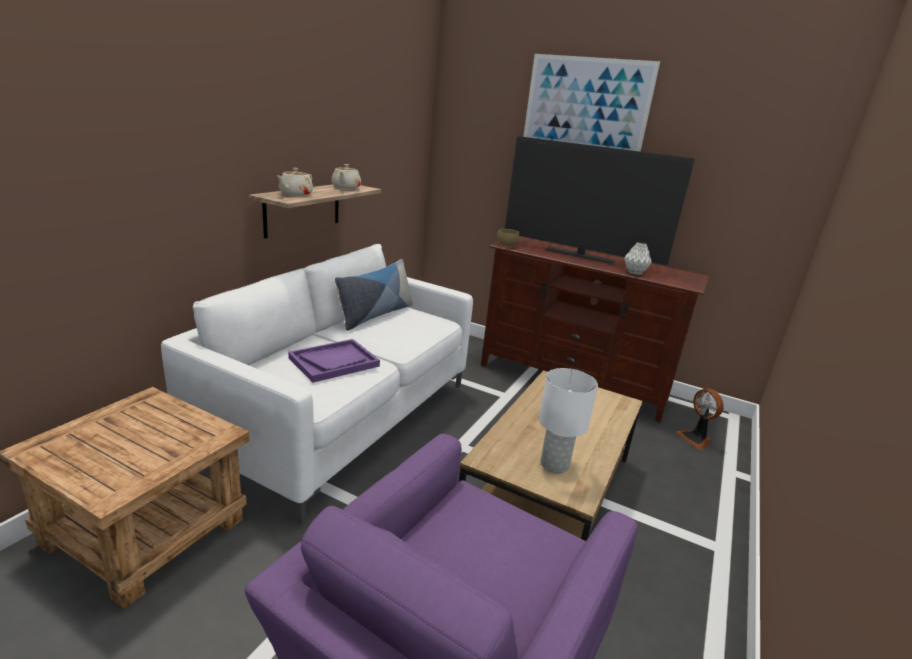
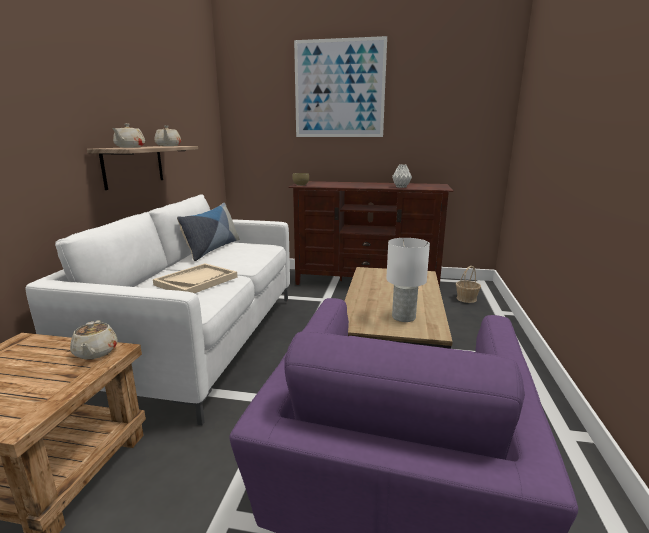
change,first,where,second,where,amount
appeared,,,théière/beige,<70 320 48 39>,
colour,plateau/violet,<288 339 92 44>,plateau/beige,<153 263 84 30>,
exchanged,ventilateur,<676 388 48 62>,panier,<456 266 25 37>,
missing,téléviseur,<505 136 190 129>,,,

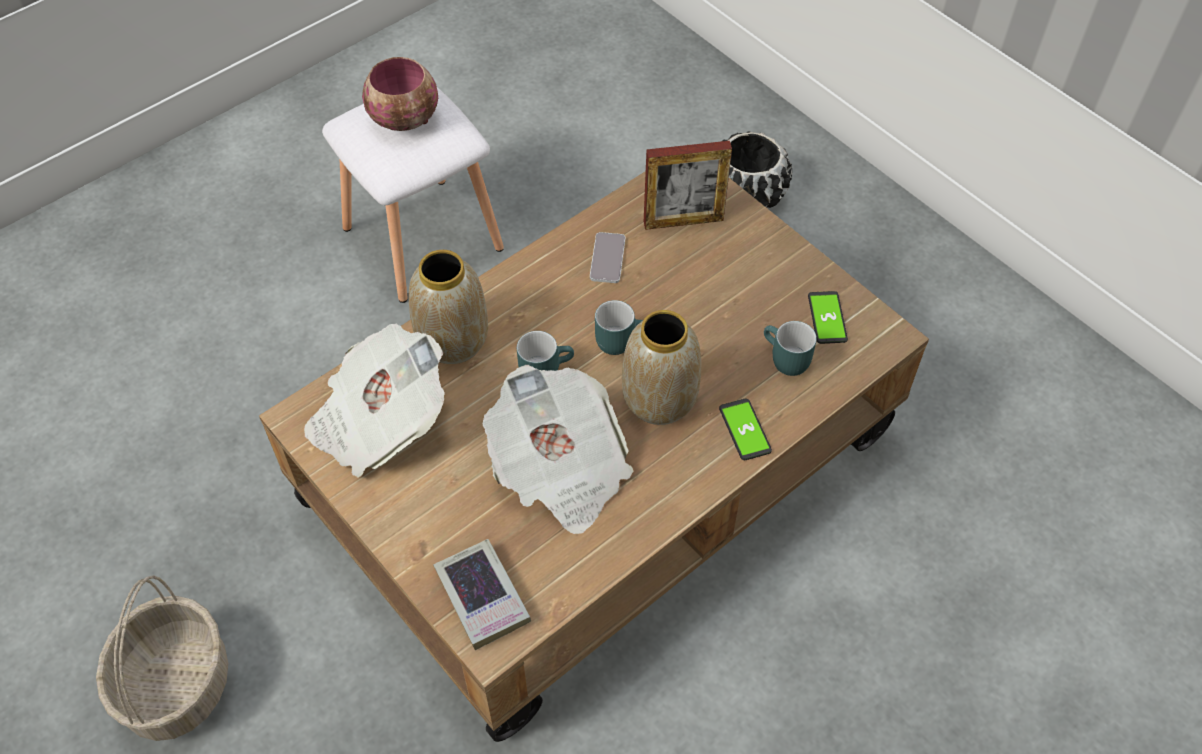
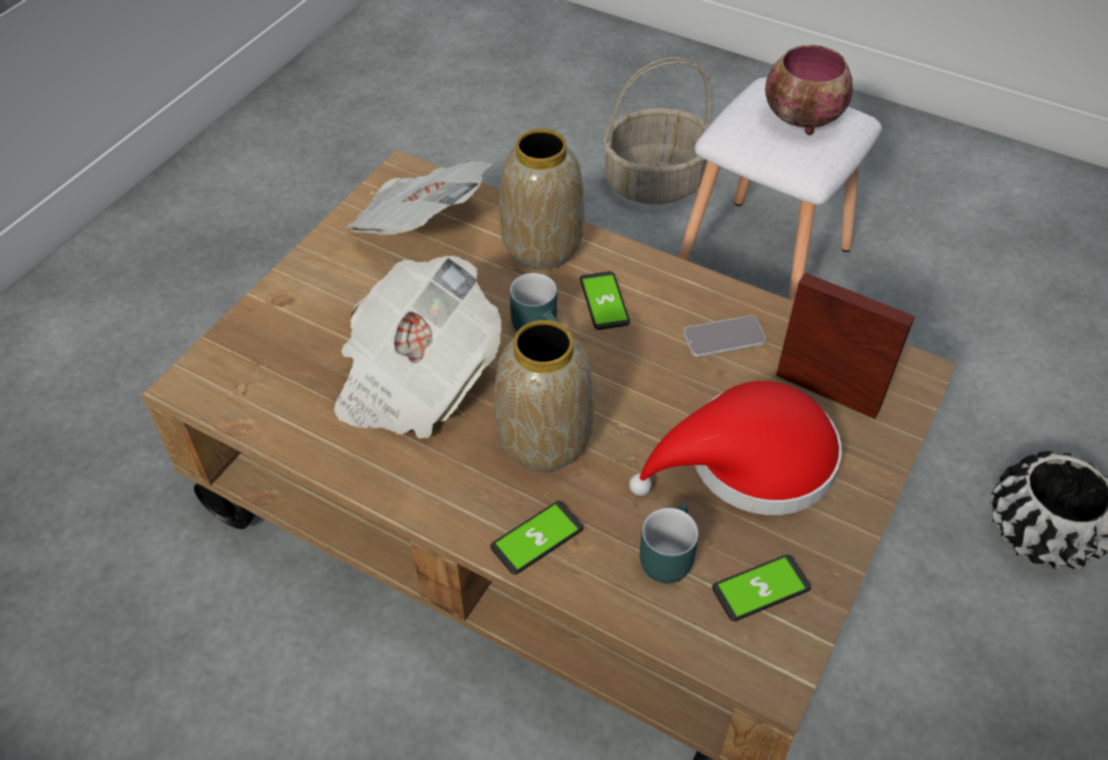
change,first,where,second,where,amount
appeared,,,téléphone,<580 271 50 59>,
relocated,panier,<96 575 132 166>,,<603 57 110 147>,
appeared,,,chapeau/rouge,<629 381 213 134>,
spun,cadre photo,<644 141 88 89>,,<776 273 139 146>,150 degrees clockwise
missing,livre,<433 539 98 111>,,,
missing,mug/turquoise,<595 300 48 55>,,,

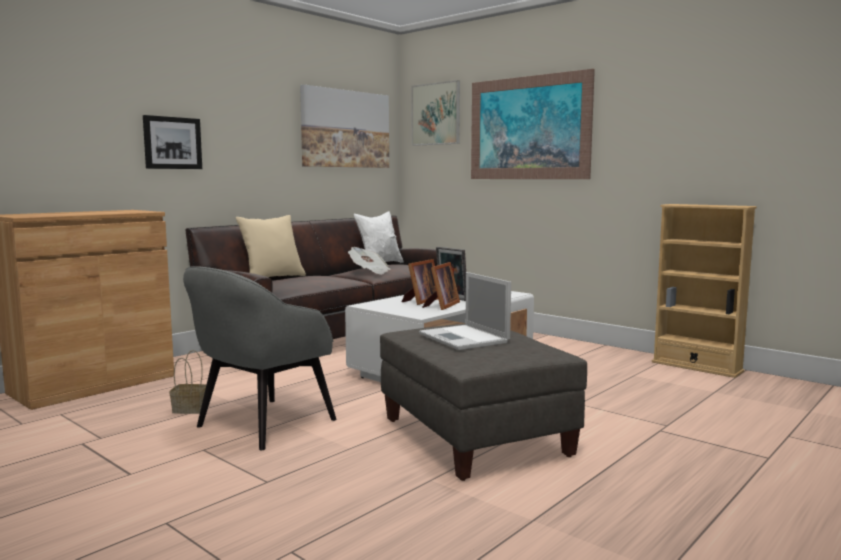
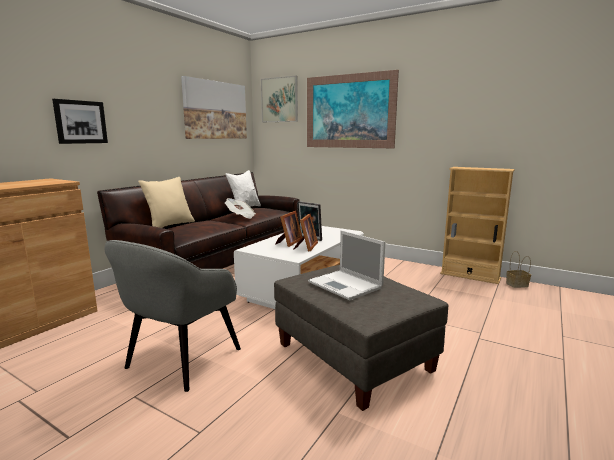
change,first,where,second,where,amount
relocated,panier,<170 350 37 64>,,<506 251 25 37>,

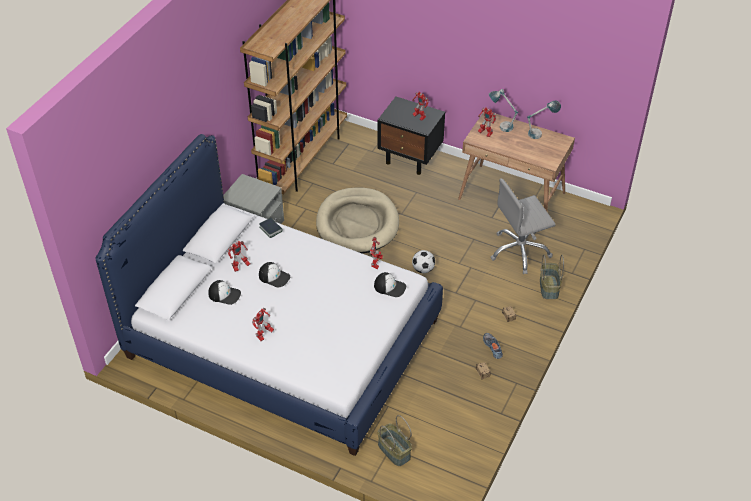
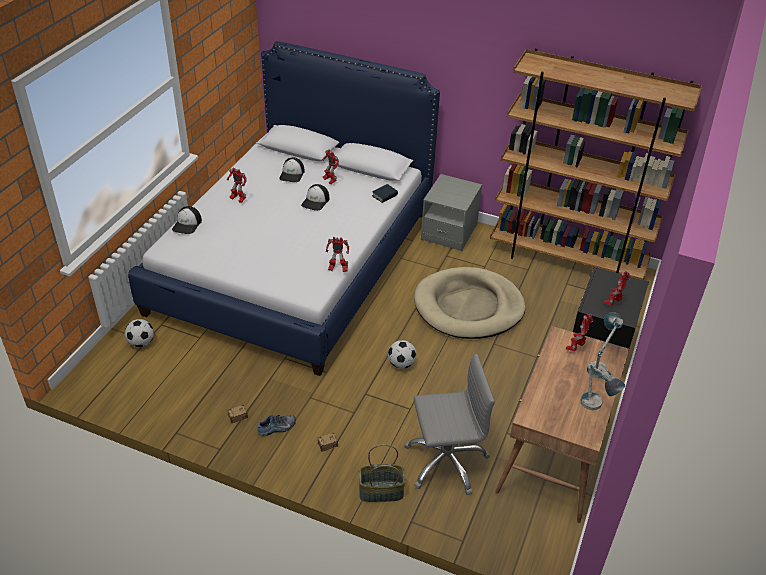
change,first,where,second,where,amount
exchanged,panier,<377 415 35 51>,ballon de foot,<125 319 29 28>,
relocated,casquette,<374 272 32 25>,,<172 206 30 28>,
spun,chaise de bureau/gris,<490 178 66 96>,,<404 354 91 141>,105 degrees clockwise

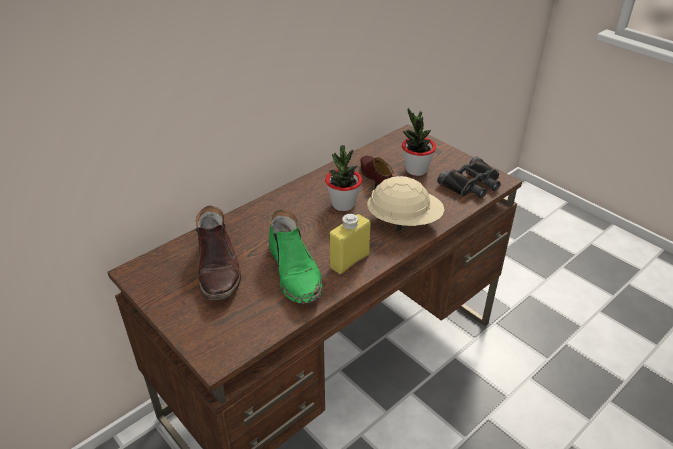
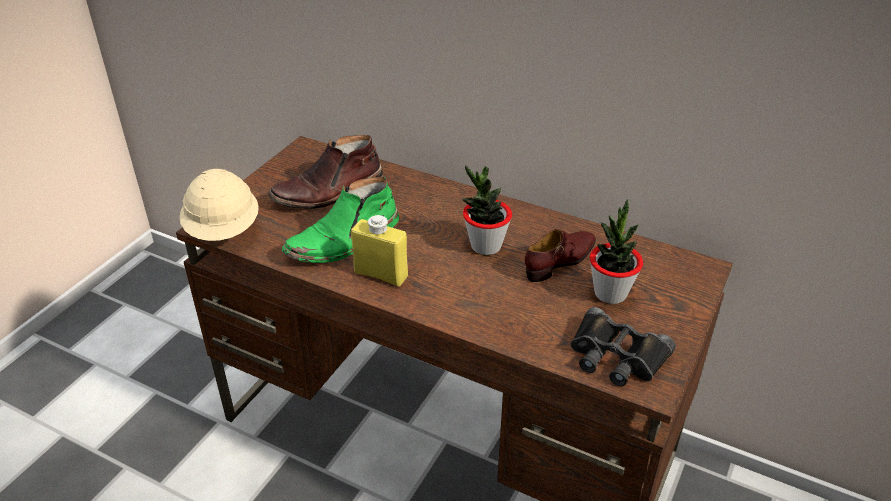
change,first,where,second,where,amount
relocated,casque de chantier/beige,<367 176 78 55>,,<179 169 80 72>,

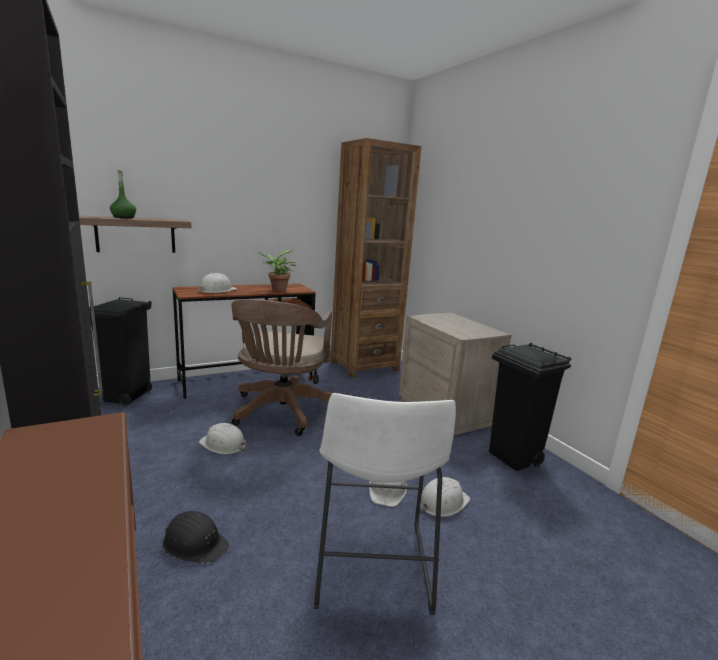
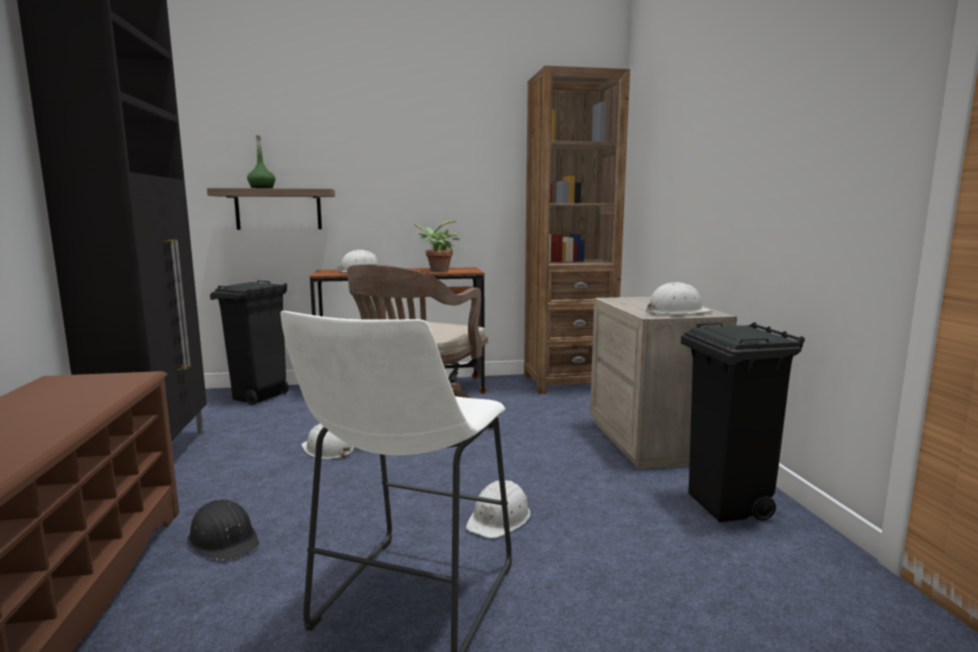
change,first,where,second,where,amount
relocated,casque de chantier/blanc,<420 477 50 40>,,<646 282 66 32>,

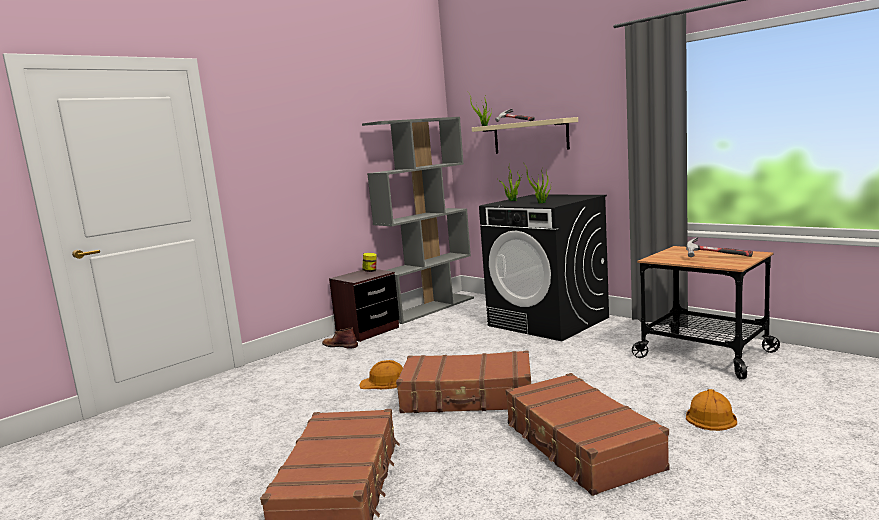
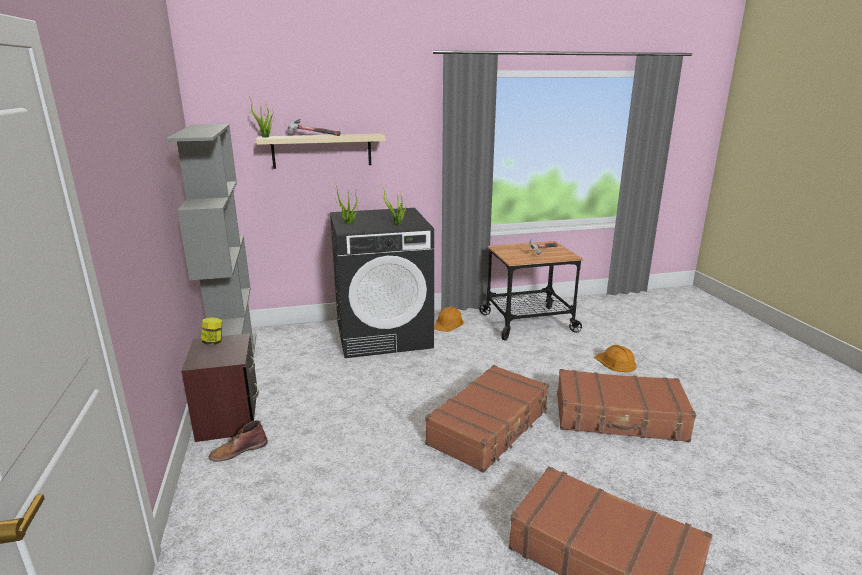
change,first,where,second,where,amount
relocated,casque de chantier/orange,<359 360 44 29>,,<434 306 30 26>,

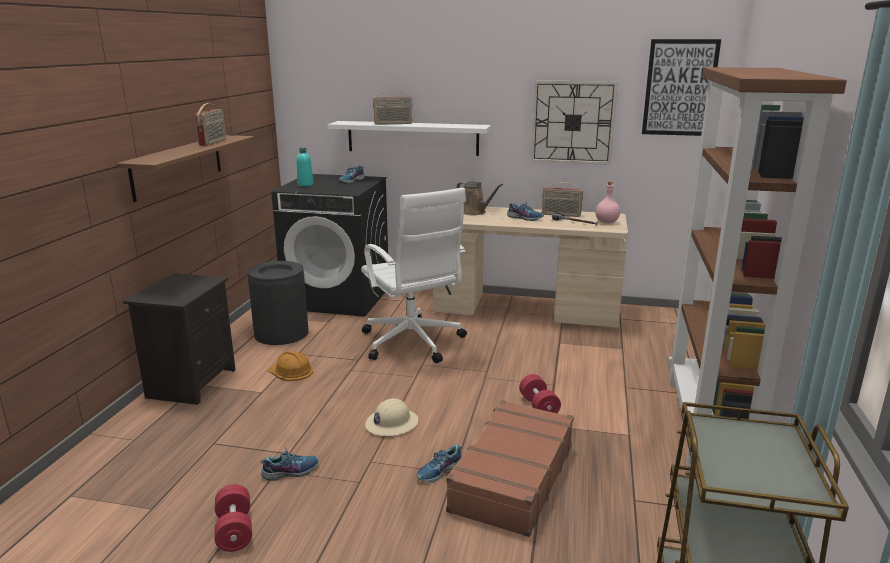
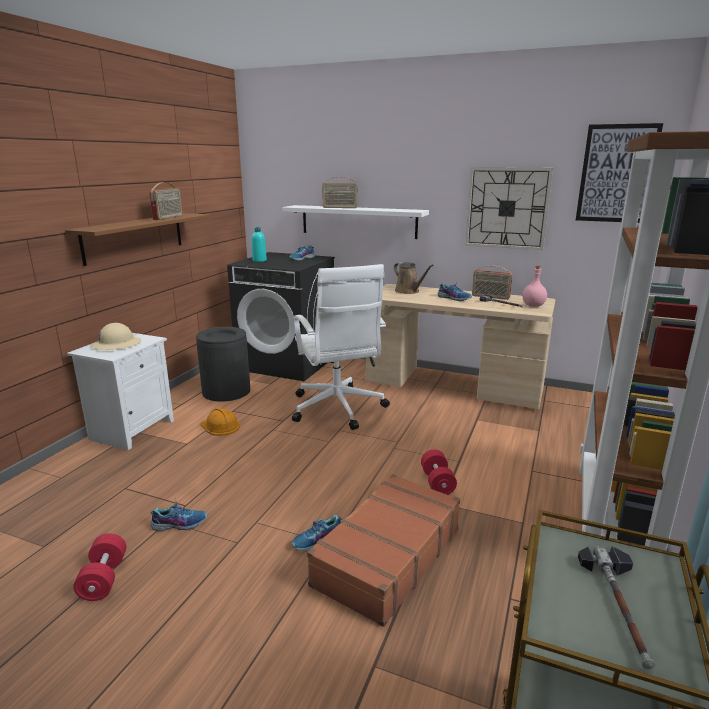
change,first,where,second,where,amount
colour,table de chevet/noir,<123 273 113 132>,table de chevet/blanc,<67 333 107 117>,
relocated,casque de chantier/beige,<365 398 53 38>,,<91 323 50 27>,
appeared,,,marteau,<578 546 77 123>,

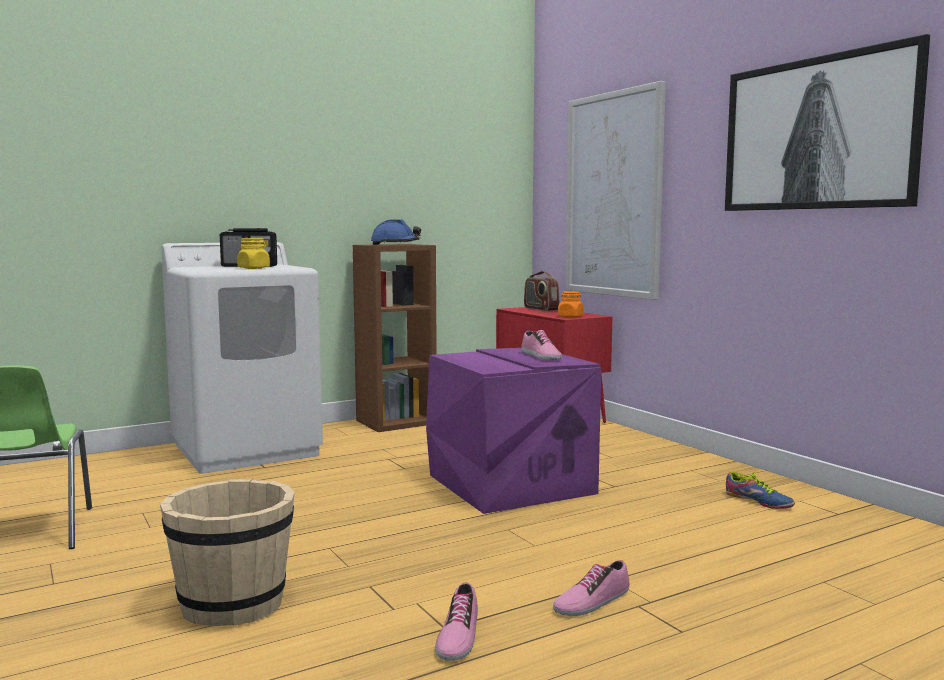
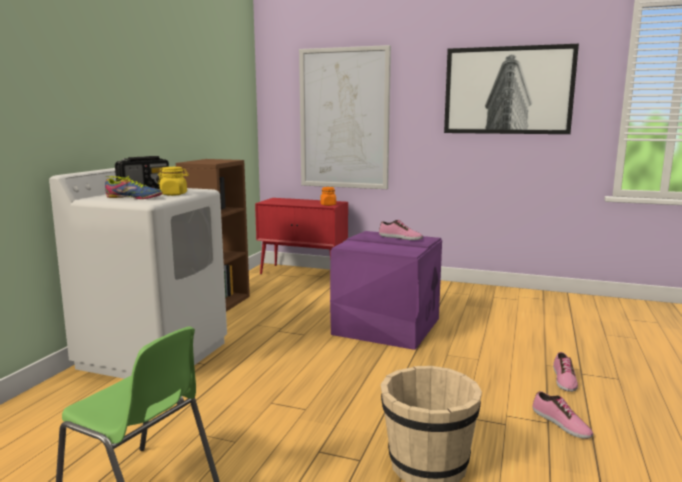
change,first,where,second,where,amount
relocated,chaussure,<726 471 69 38>,,<105 176 57 23>,
missing,casque de chantier/bleu,<371 219 50 26>,,,
missing,radio,<524 271 36 40>,,,

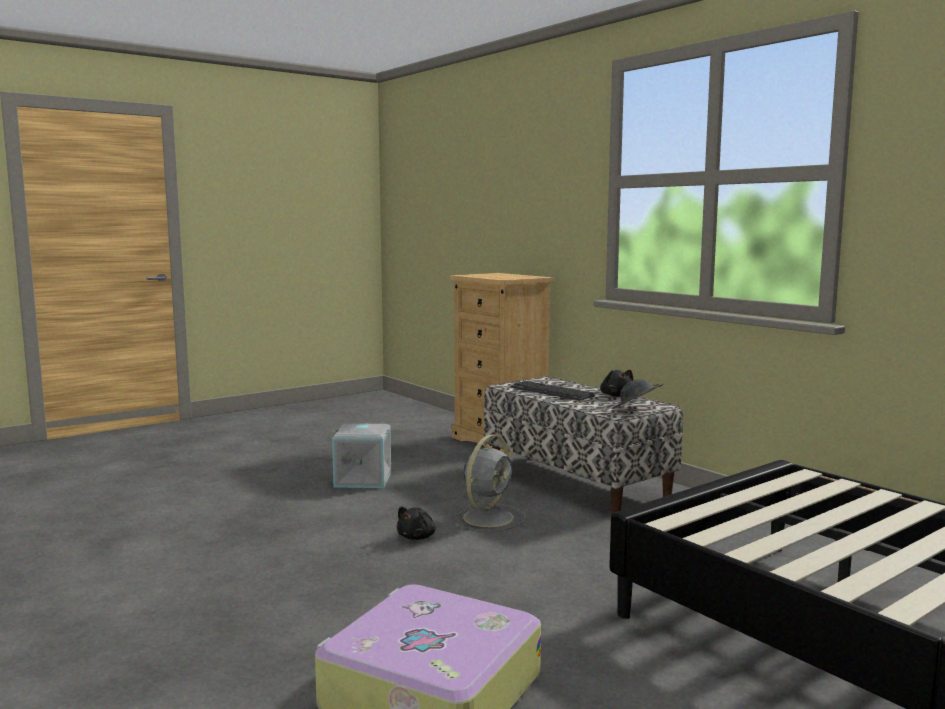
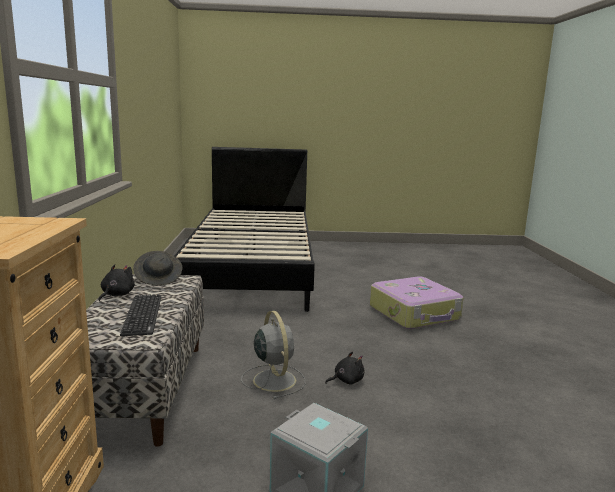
change,first,where,second,where,amount
spun,ventilateur/gris,<454 434 72 97>,,<241 311 65 88>,90 degrees clockwise

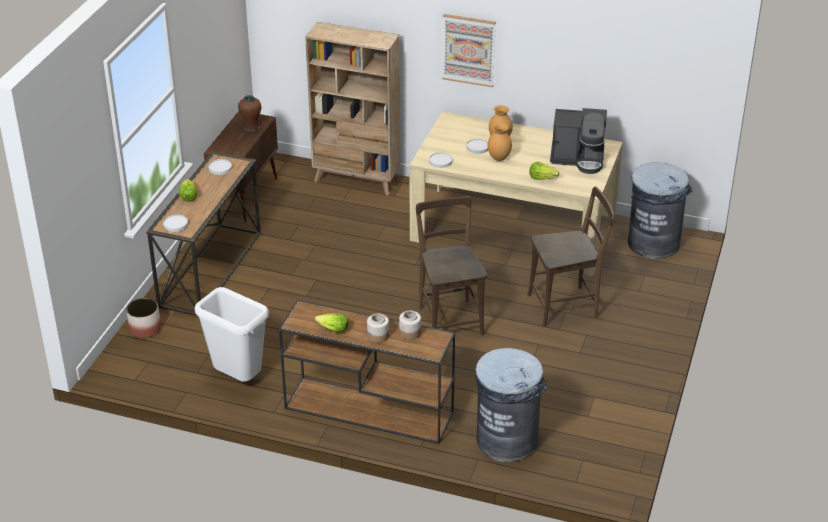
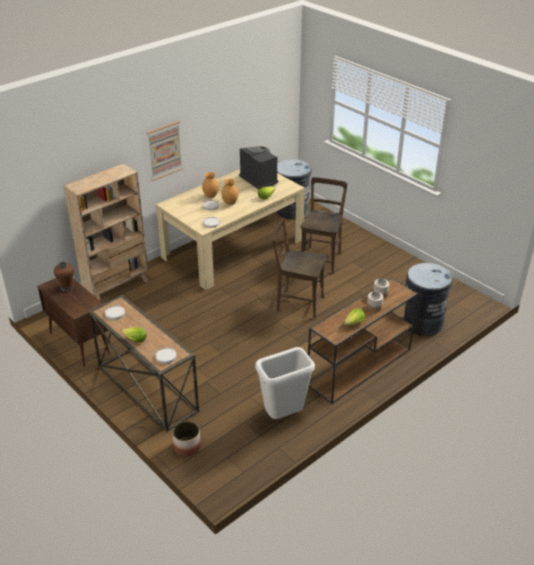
change,first,where,second,where,amount
spun,machine à café,<550 108 57 66>,,<239 146 40 44>,75 degrees counterclockwise

